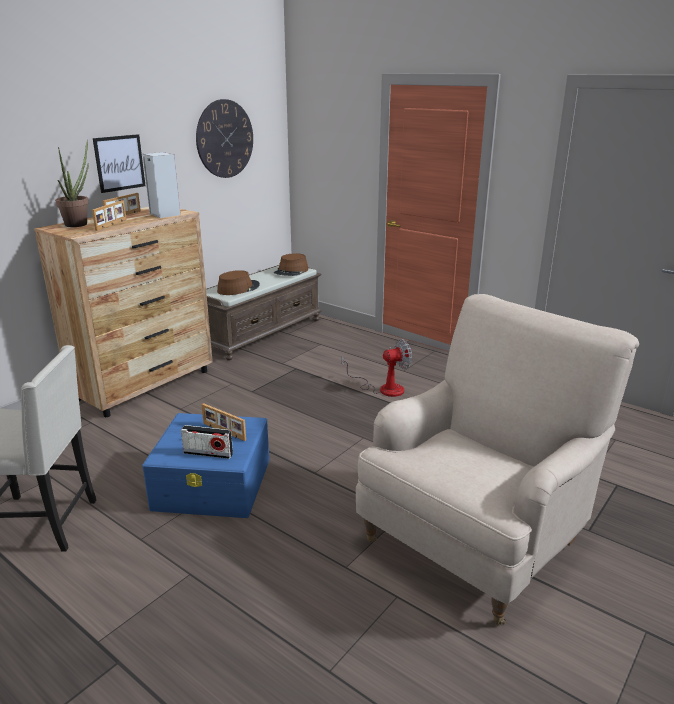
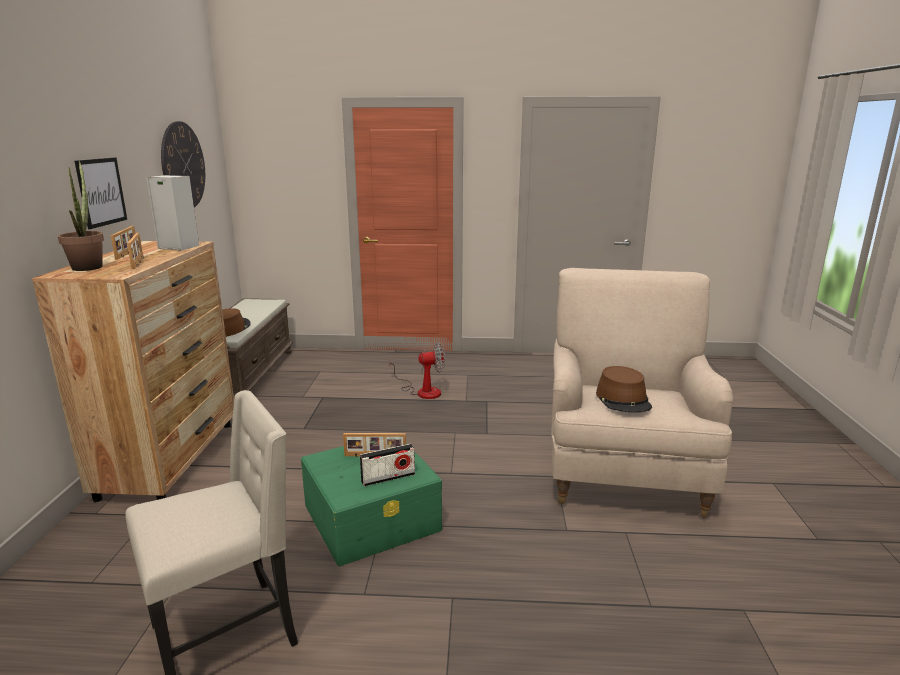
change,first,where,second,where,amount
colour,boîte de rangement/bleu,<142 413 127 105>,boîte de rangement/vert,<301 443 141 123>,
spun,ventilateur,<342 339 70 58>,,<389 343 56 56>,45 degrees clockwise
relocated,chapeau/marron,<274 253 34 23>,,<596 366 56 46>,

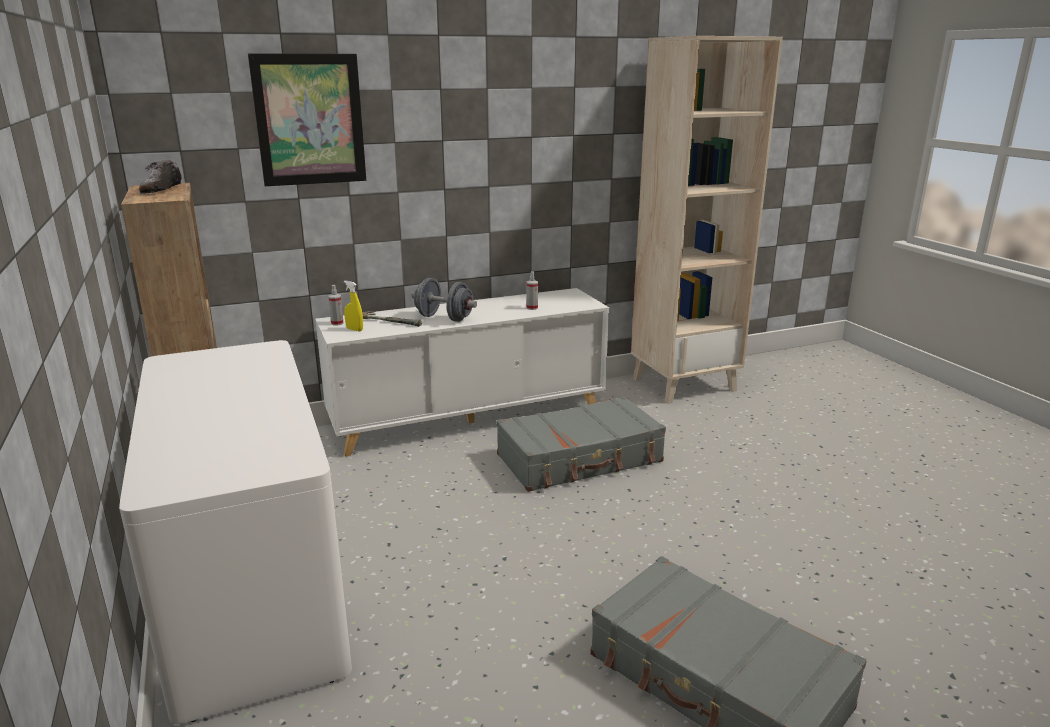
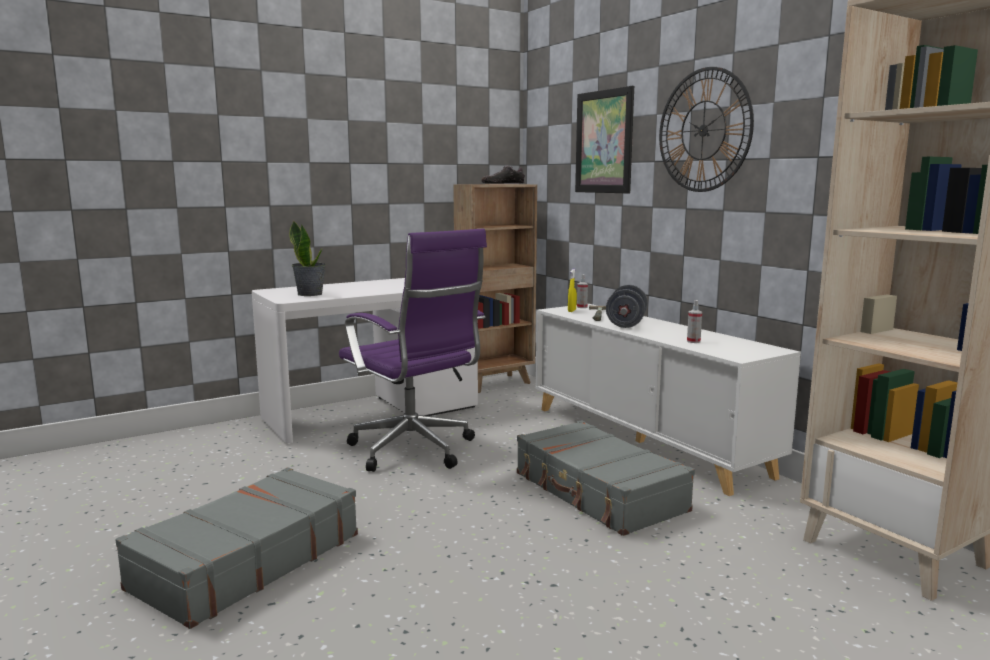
change,first,where,second,where,amount
appeared,,,plante en pot,<289 220 37 76>,
appeared,,,chaise de bureau/violet,<339 229 148 243>,
appeared,,,horloge murale,<659 67 95 125>,

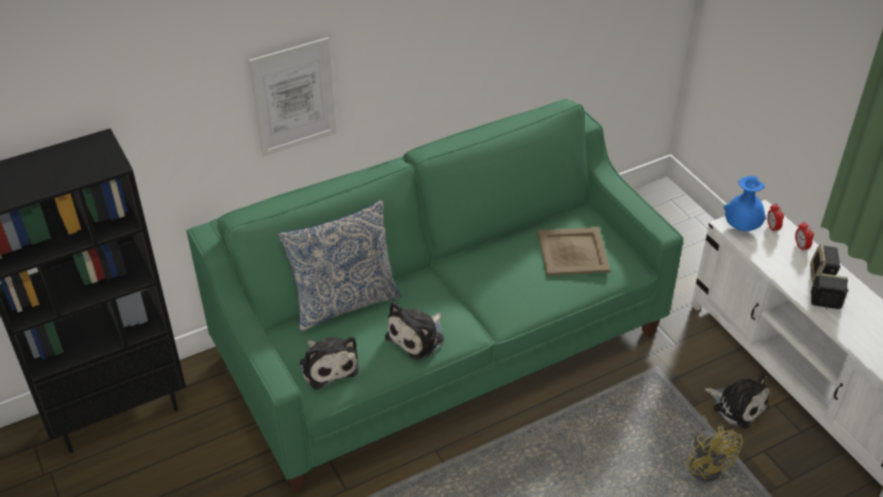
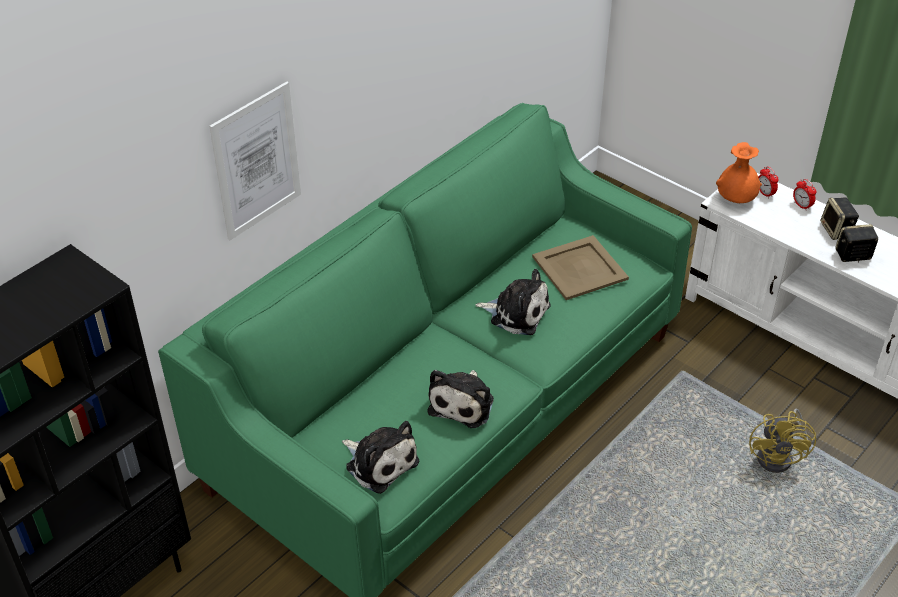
change,first,where,second,where,amount
relocated,peluche,<705 374 64 55>,,<475 269 75 66>,
colour,vase/bleu,<724 176 43 55>,vase/orange,<716 142 46 61>,
spun,ventilateur/jaune,<686 415 57 67>,,<749 409 67 64>,45 degrees clockwise
missing,coussin,<278 200 123 131>,,,

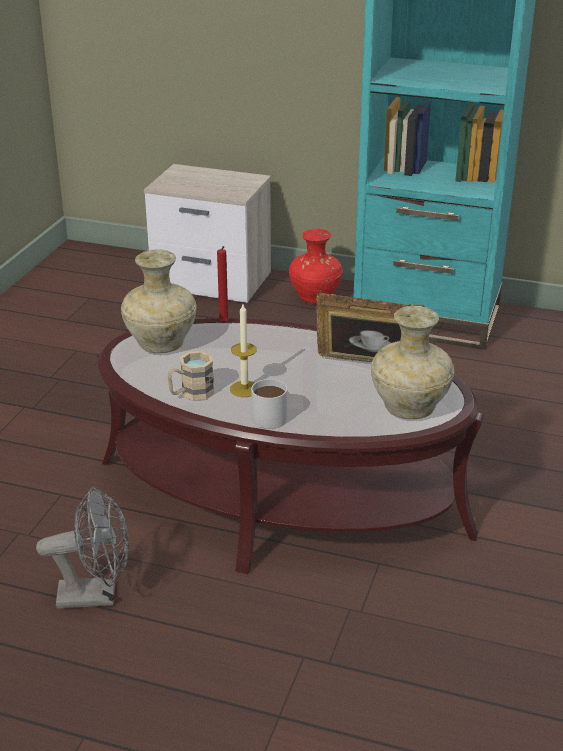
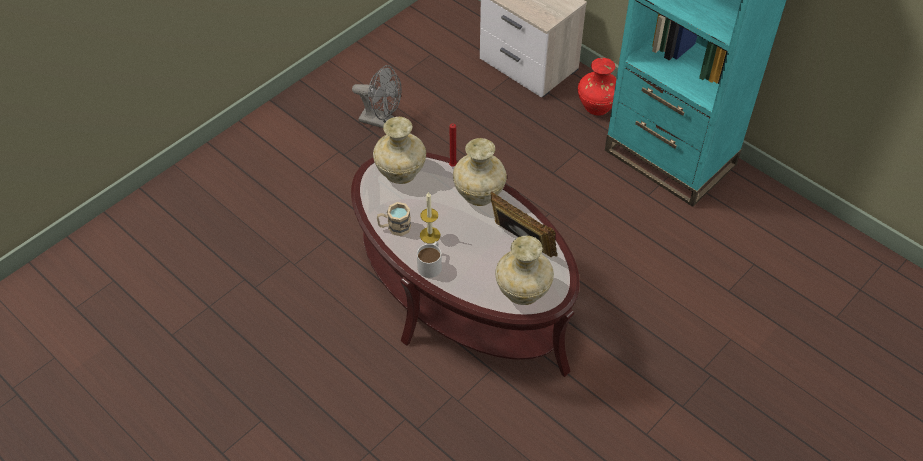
change,first,where,second,where,amount
relocated,ventilateur/gris,<36 487 93 122>,,<352 65 50 63>,
appeared,,,vase/beige,<453 138 54 68>,

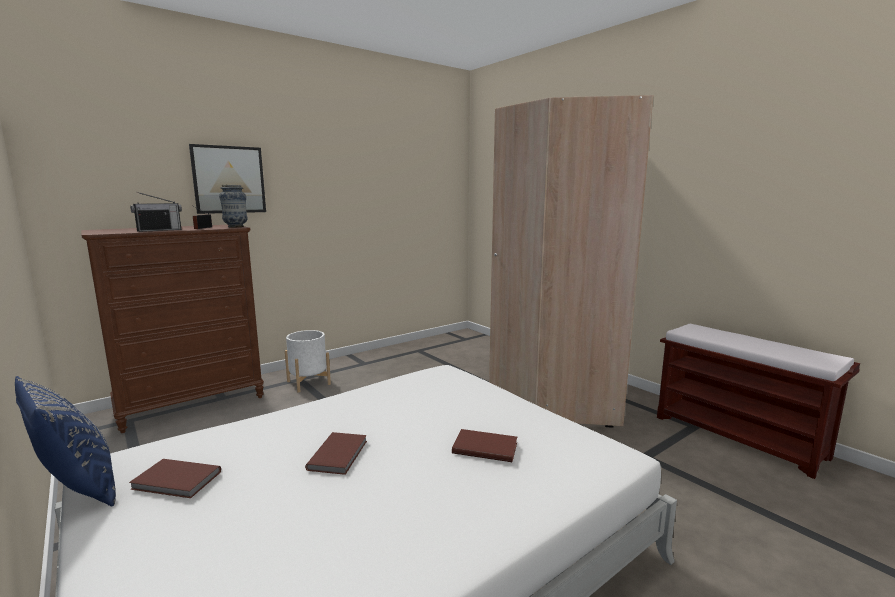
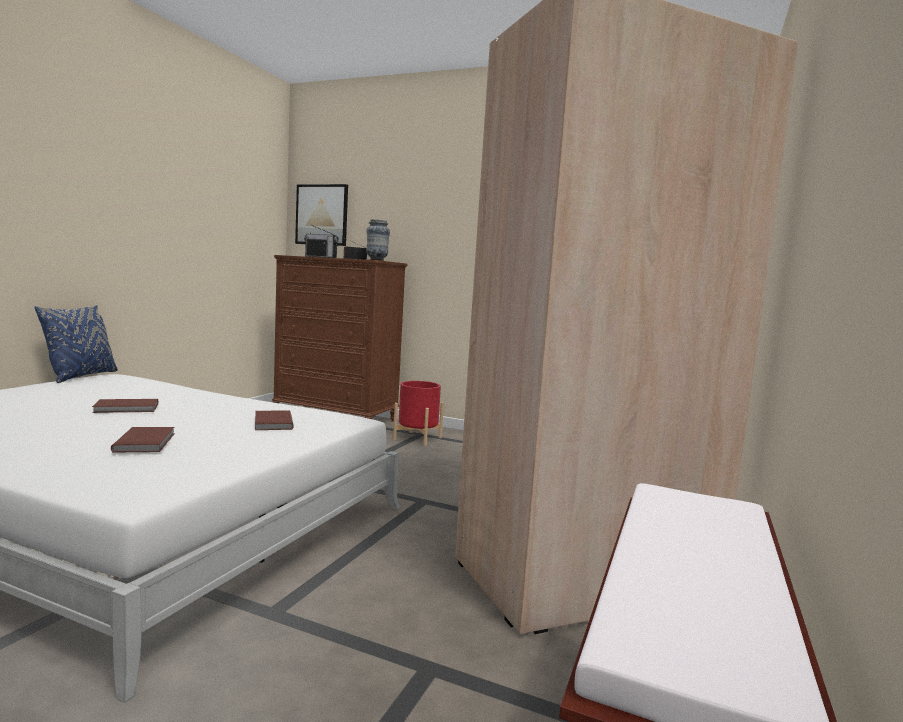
change,first,where,second,where,amount
relocated,livre/marron,<129 459 92 39>,,<255 410 39 20>,
relocated,tableau,<189 144 77 70>,,<295 184 53 62>,
colour,cache-pot/blanc,<285 330 46 63>,cache-pot/rouge,<393 381 51 65>,

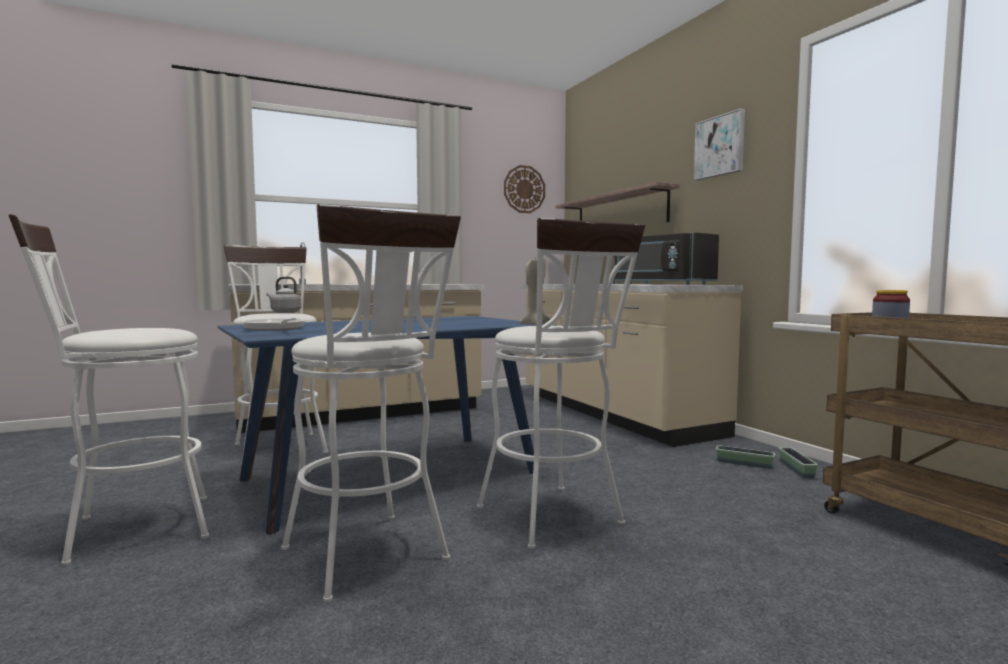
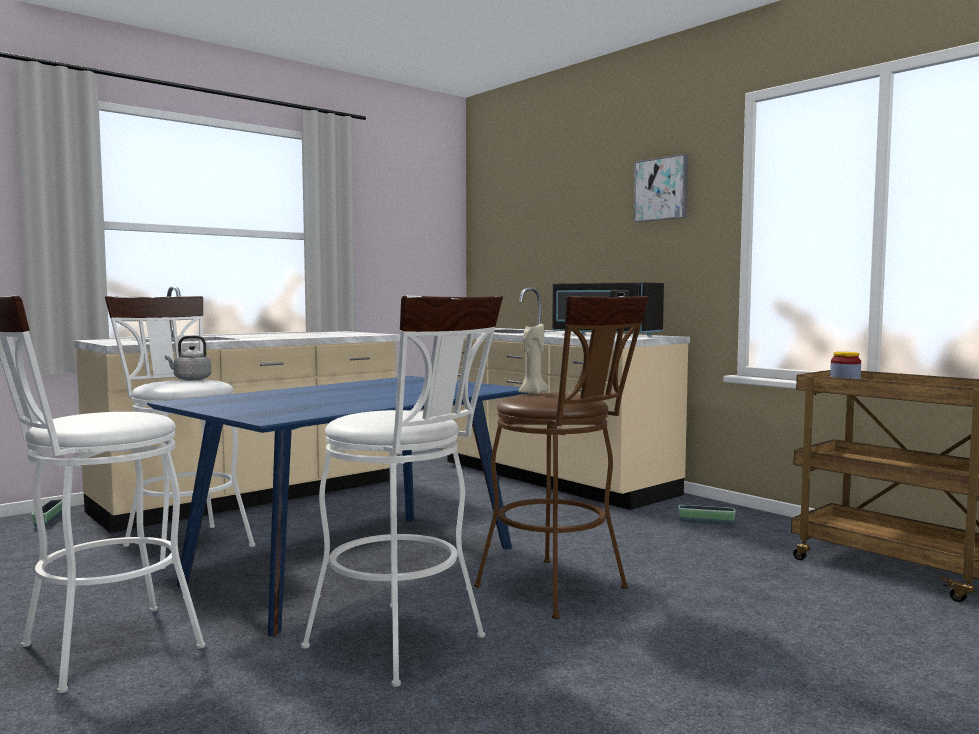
change,first,where,second,where,amount
relocated,cache-pot,<779 447 39 31>,,<31 499 31 28>,
colour,tabouret/blanc,<477 218 168 331>,tabouret/marron,<474 296 175 323>,
missing,poêle,<241 318 66 13>,,,
missing,horloge murale,<504 165 41 48>,,,
missing,étagère,<555 182 125 40>,,,

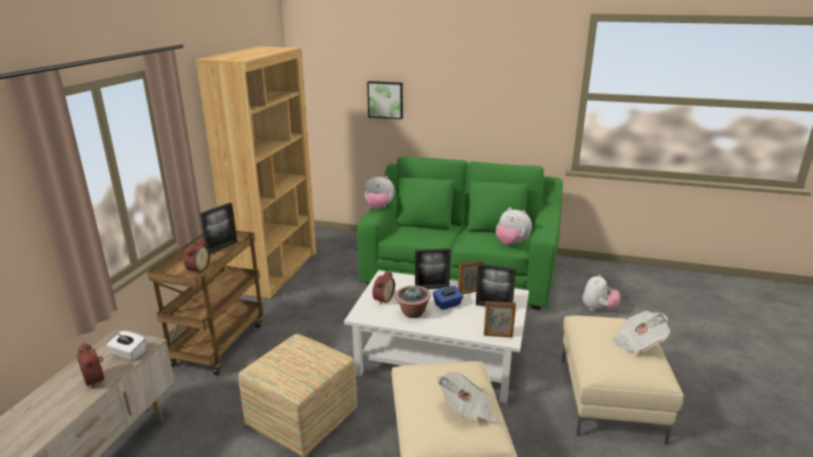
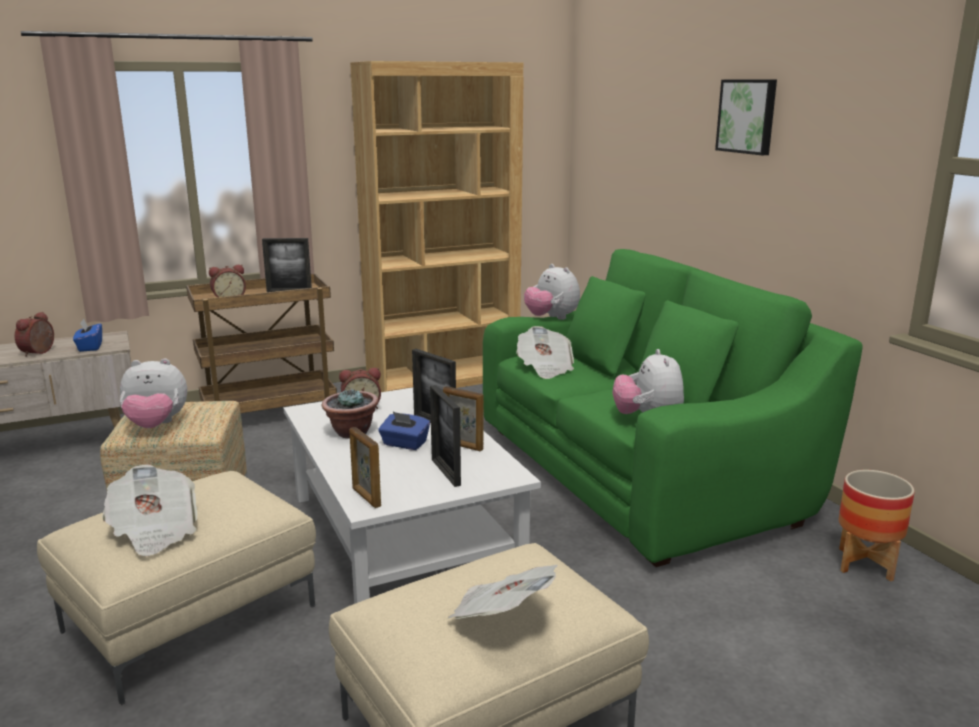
change,first,where,second,where,amount
colour,boîte à mouchoirs/blanc,<107 331 39 30>,boîte à mouchoirs/bleu,<73 319 29 33>,
relocated,peluche,<582 274 38 37>,,<120 358 67 70>,
appeared,,,journal,<516 326 58 53>,
relocated,tableau,<367 81 36 38>,,<715 80 62 75>,
appeared,,,cache-pot,<839 470 76 111>,

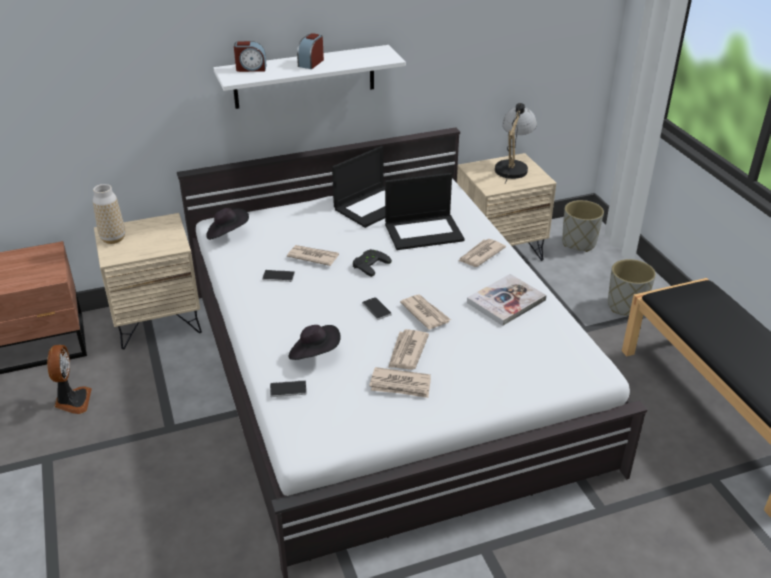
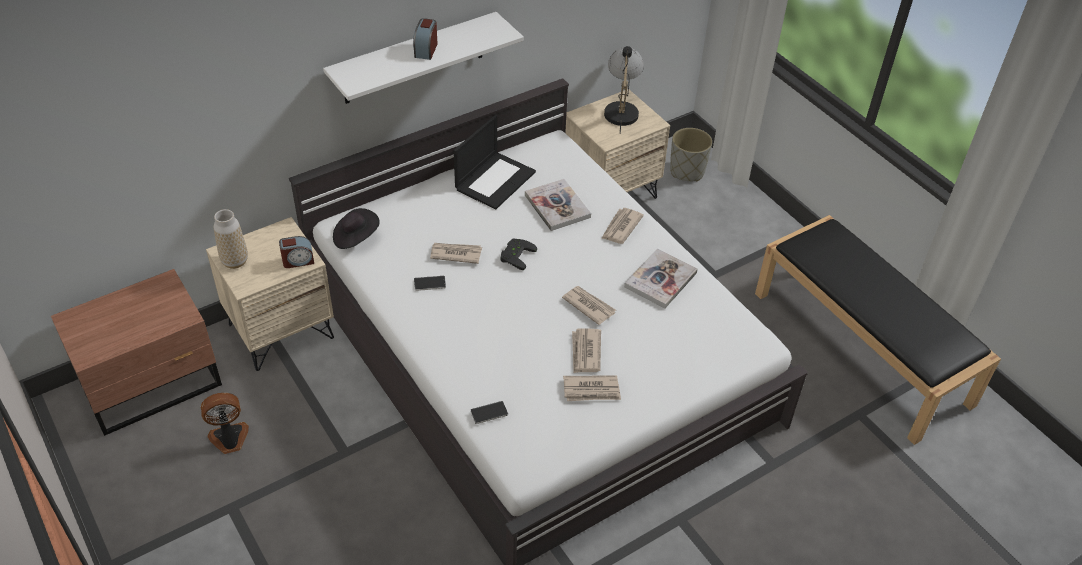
change,first,where,second,where,amount
spun,ventilateur,<47 345 45 69>,,<200 393 49 61>,90 degrees counterclockwise
relocated,réveil,<234 41 33 31>,,<279 236 35 32>,
exchanged,ordinateur portable,<385 173 80 77>,livre,<525 179 66 52>,
missing,chapeau/noir,<289 325 52 35>,,,
missing,téléphone,<362 297 30 23>,,,
missing,cache-pot/gris,<608 259 48 57>,,,

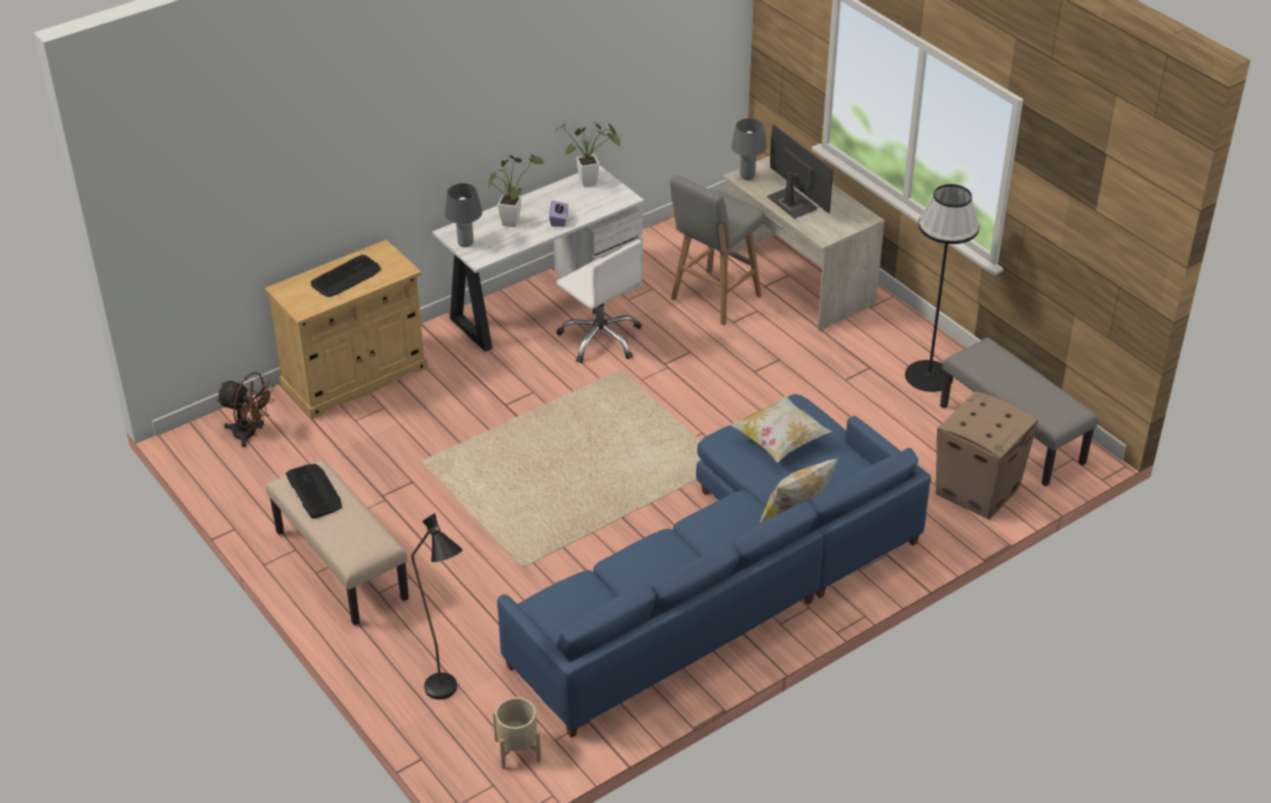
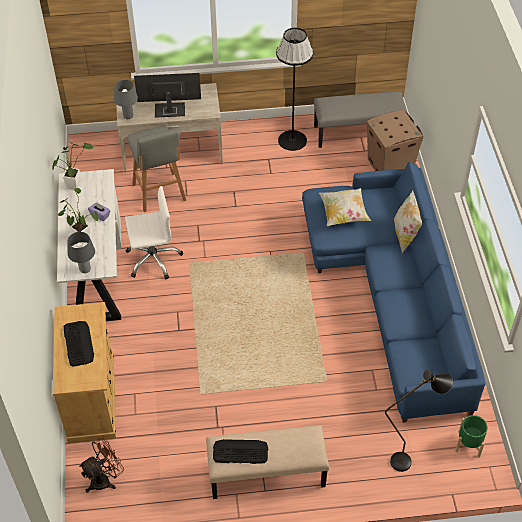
change,first,where,second,where,amount
colour,cache-pot/beige,<493 697 48 72>,cache-pot/vert,<455 415 33 43>,

